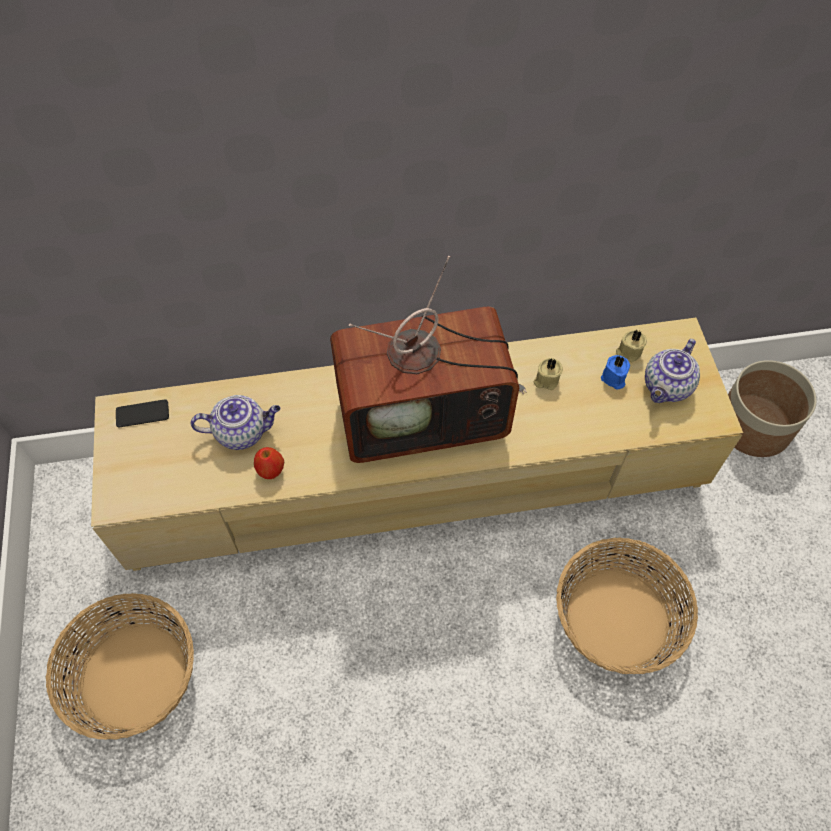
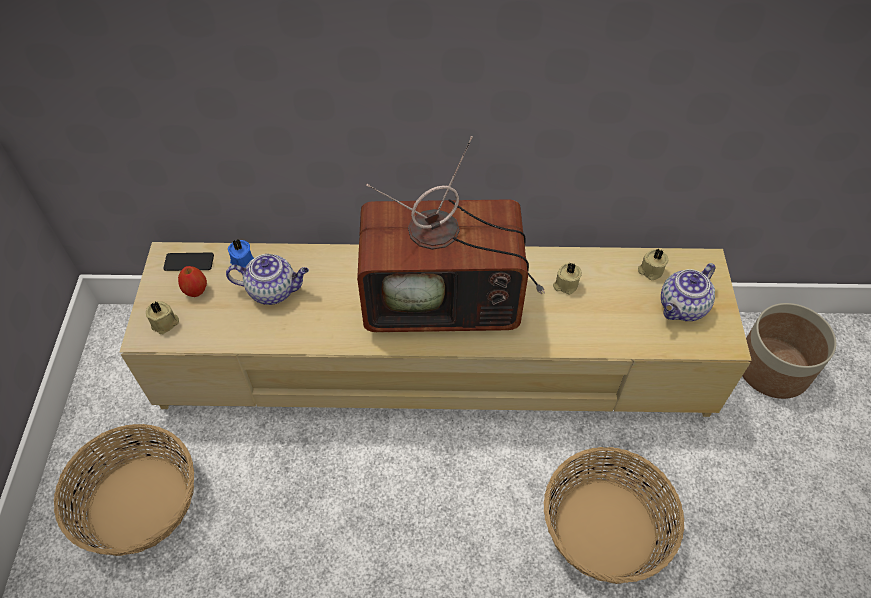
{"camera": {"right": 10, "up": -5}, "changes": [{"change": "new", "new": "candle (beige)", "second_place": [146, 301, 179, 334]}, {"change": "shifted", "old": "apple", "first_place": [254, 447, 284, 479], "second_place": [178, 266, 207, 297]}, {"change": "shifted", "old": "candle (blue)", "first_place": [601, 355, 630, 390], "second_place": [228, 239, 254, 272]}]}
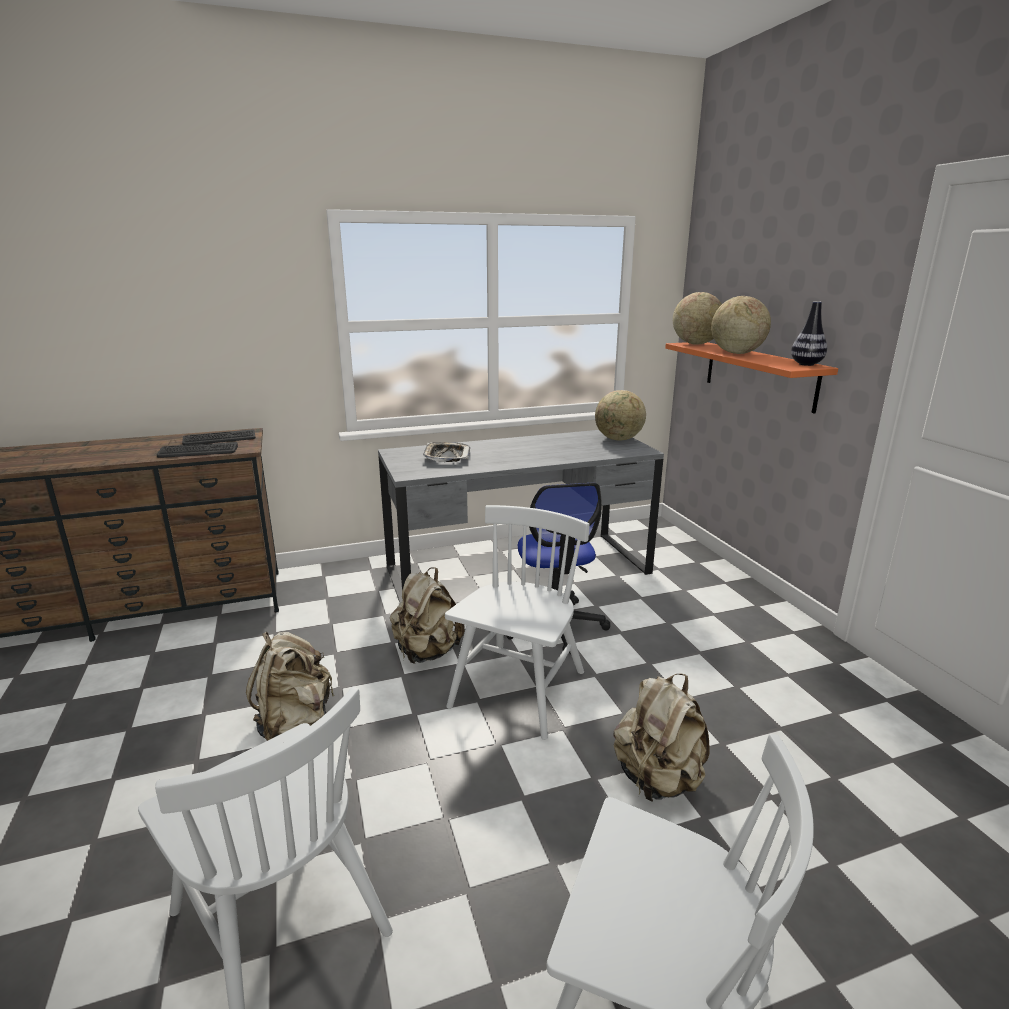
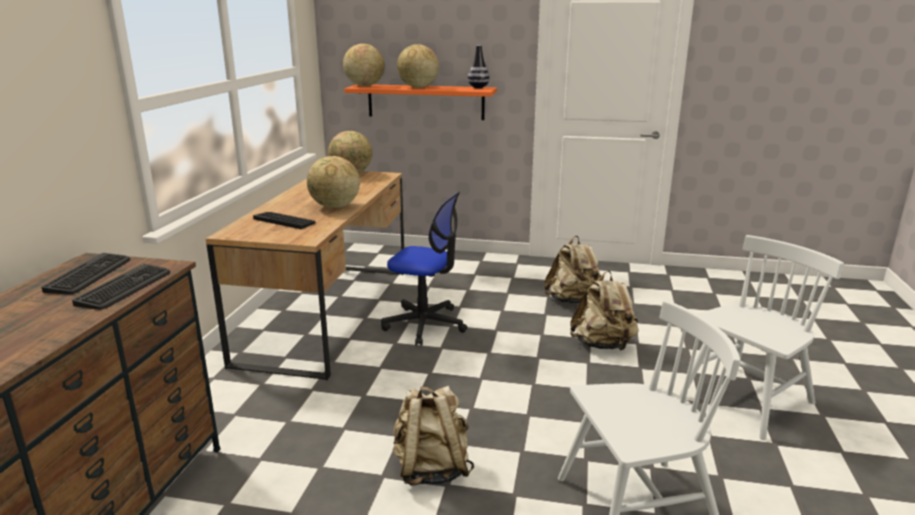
{"camera": {"right": -60, "up": 0}, "changes": [{"change": "repainted", "old": "desk (grey)", "new": "desk (brown)", "first_place": [378, 430, 664, 603], "second_place": [206, 171, 404, 380]}, {"change": "swapped", "old": "tray", "new": "keyboard", "first_place": [423, 442, 470, 462], "second_place": [253, 212, 316, 229]}, {"change": "new", "new": "globe", "second_place": [307, 156, 360, 208]}, {"change": "shifted", "old": "backpack (beige)", "first_place": [390, 567, 465, 664], "second_place": [544, 236, 602, 303]}, {"change": "gone", "old": "chair (white)", "first_place": [445, 505, 590, 740]}]}
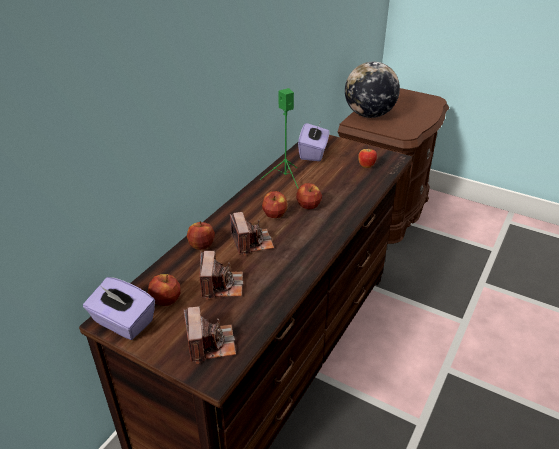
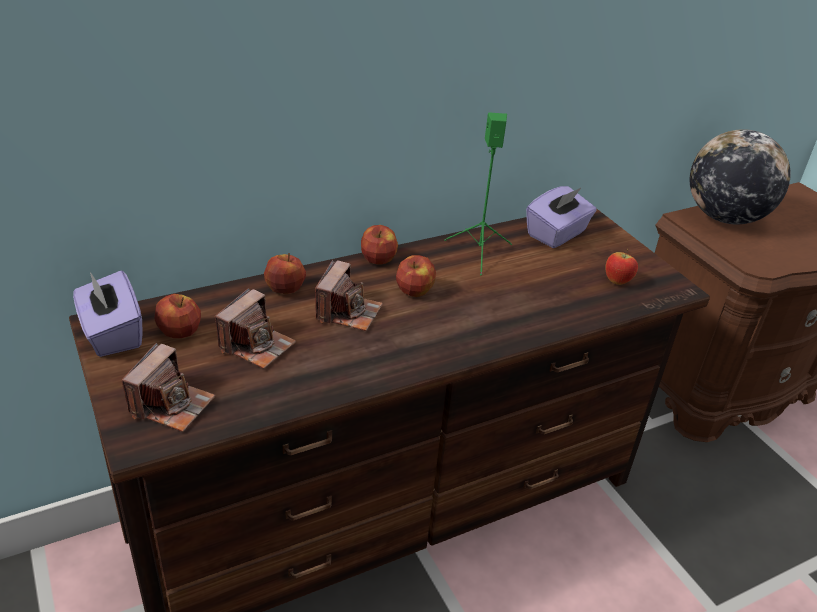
{"camera": {"right": 30, "up": 0}, "changes": [{"change": "shifted", "old": "apple", "first_place": [296, 183, 322, 209], "second_place": [361, 225, 398, 265]}]}
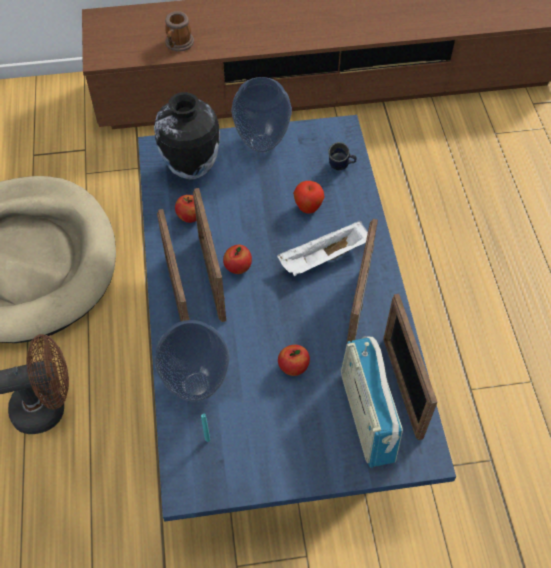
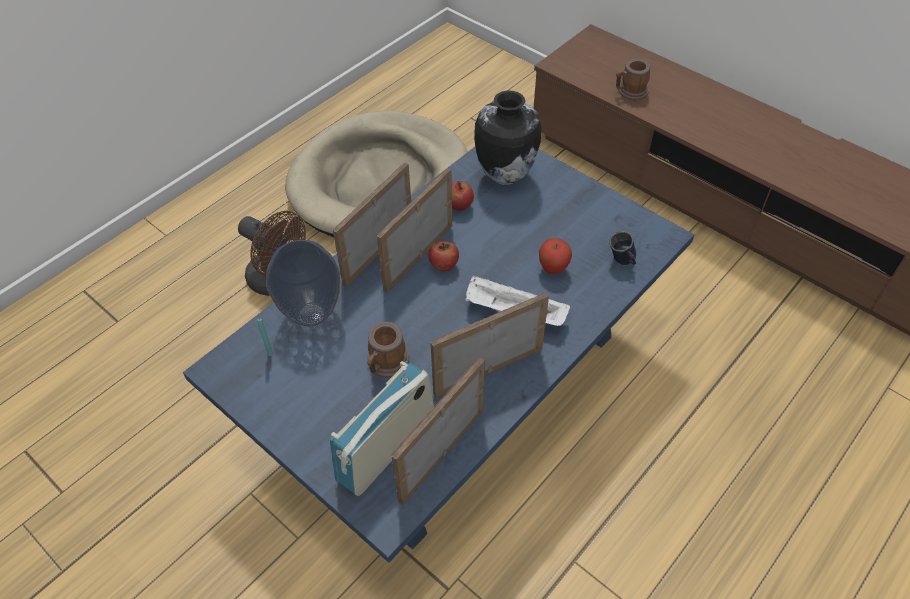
{"camera": {"right": 50, "up": -5}, "changes": [{"change": "swapped", "old": "apple", "new": "mug", "first_place": [278, 345, 310, 376], "second_place": [367, 322, 409, 377]}, {"change": "gone", "old": "vase", "first_place": [231, 77, 292, 152]}]}
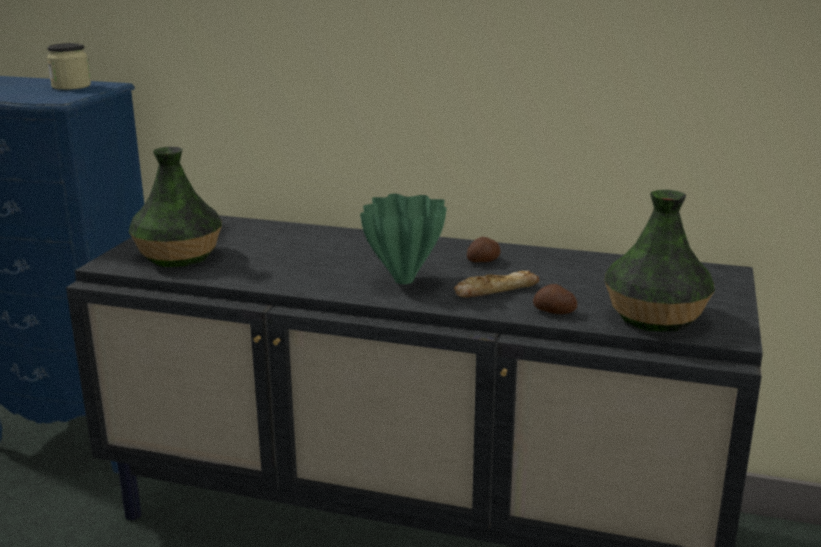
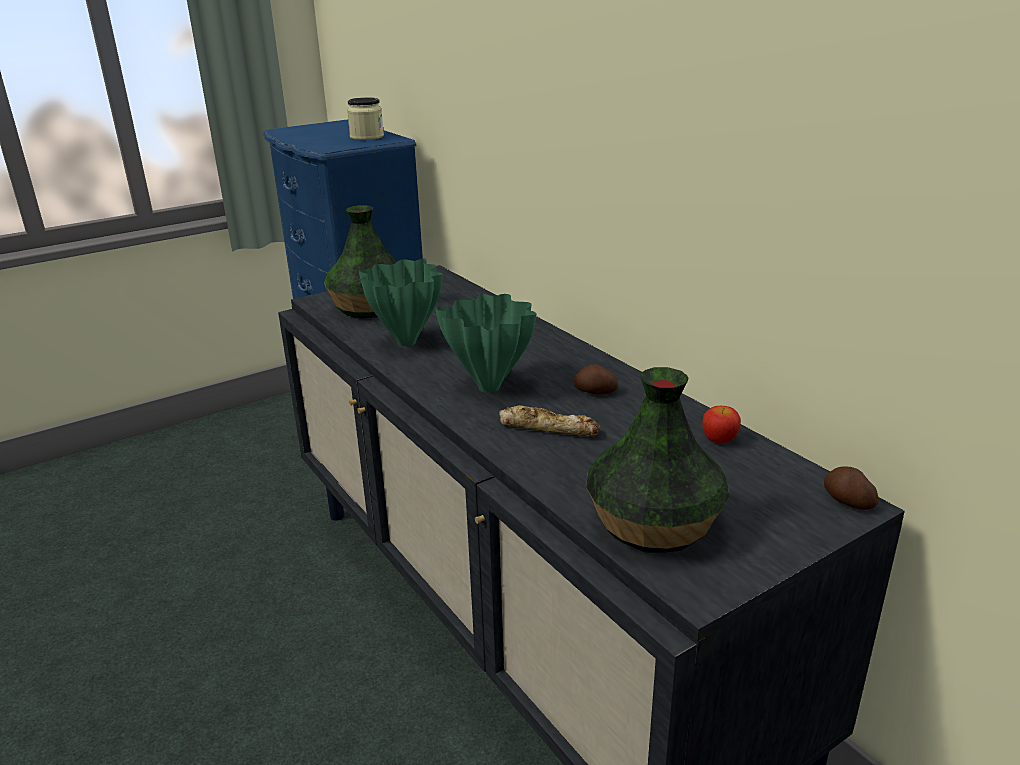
{"camera": {"right": 40, "up": 5}, "changes": [{"change": "new", "new": "vase (green)", "second_place": [359, 259, 443, 346]}, {"change": "new", "new": "apple", "second_place": [702, 406, 741, 444]}, {"change": "shifted", "old": "potato", "first_place": [533, 284, 577, 314], "second_place": [824, 466, 879, 510]}]}
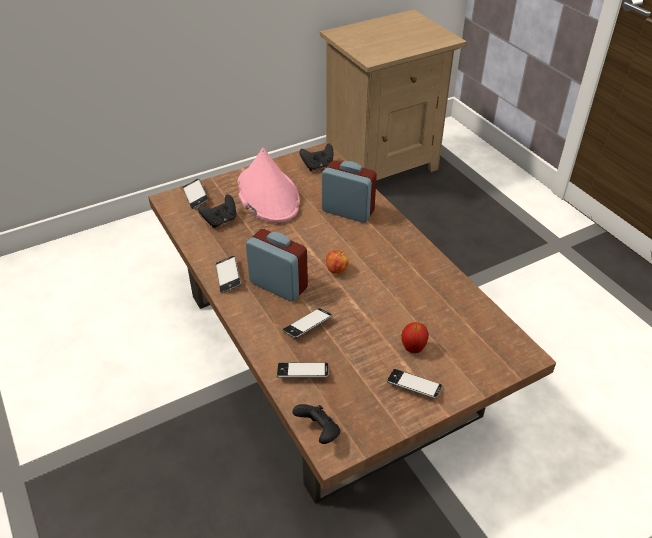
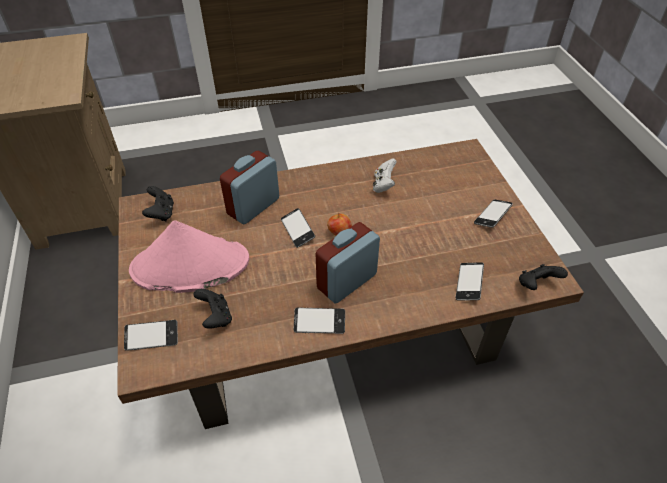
{"camera": {"right": -75, "up": 5}, "changes": [{"change": "shifted", "old": "phone", "first_place": [283, 308, 332, 338], "second_place": [281, 208, 315, 248]}, {"change": "new", "new": "game controller (white)", "second_place": [373, 159, 396, 193]}, {"change": "gone", "old": "apple", "first_place": [401, 322, 429, 353]}]}
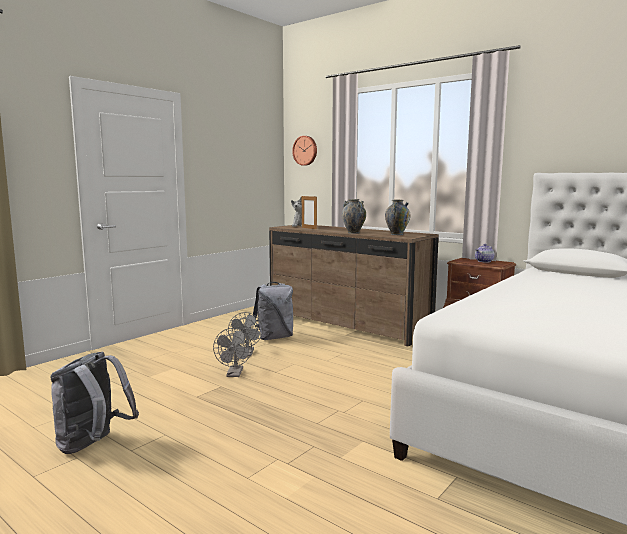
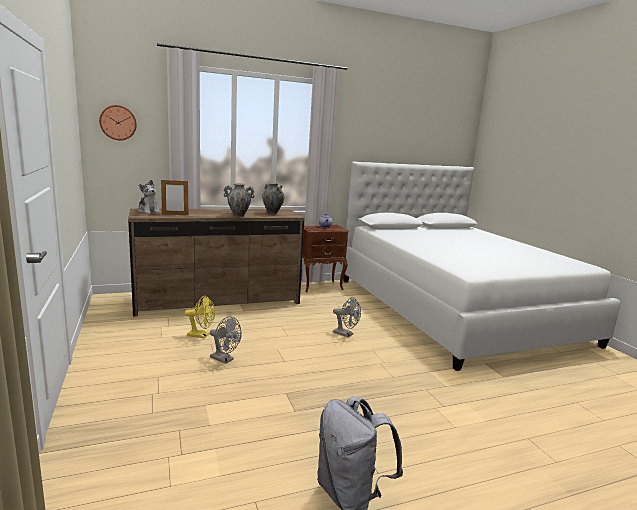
{"camera": {"right": -60, "up": 5}, "changes": [{"change": "swapped", "old": "backpack (grey)", "new": "fan (yellow)", "first_place": [253, 282, 293, 340], "second_place": [184, 296, 215, 338]}, {"change": "shifted", "old": "fan (grey)", "first_place": [213, 328, 252, 377], "second_place": [333, 297, 361, 338]}]}
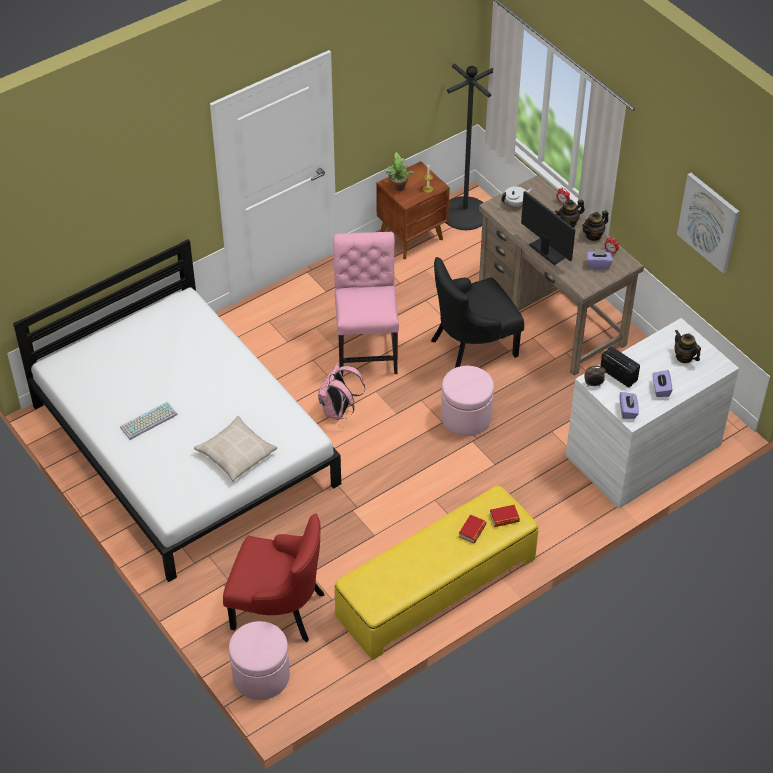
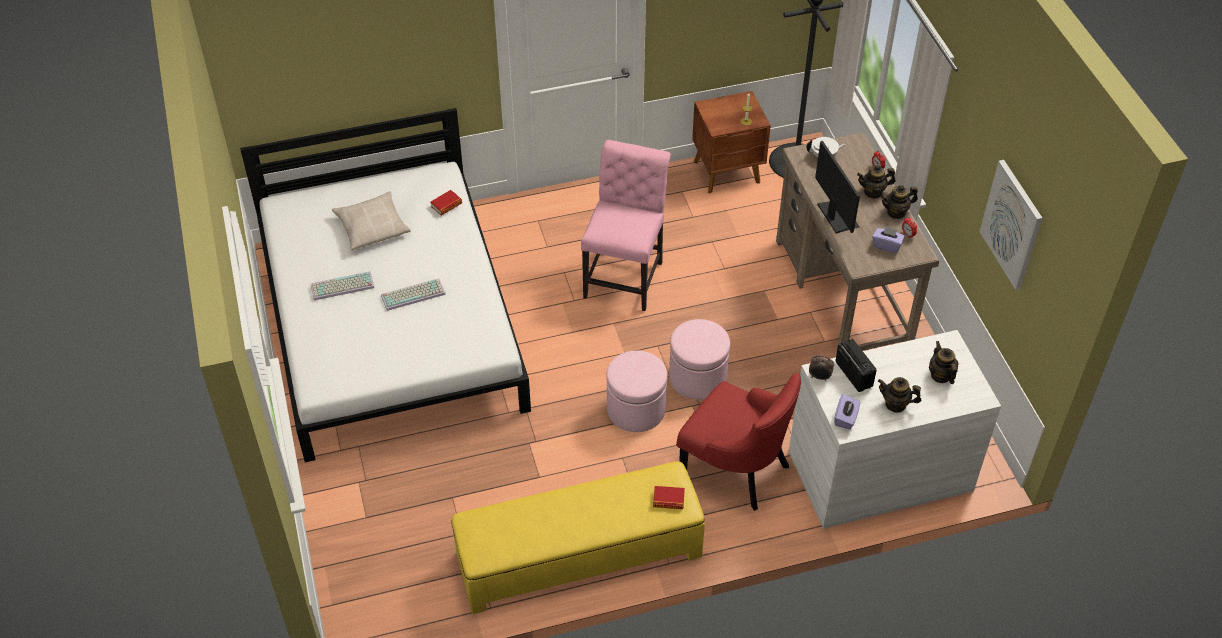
{"camera": {"right": 20, "up": 0}, "changes": [{"change": "shifted", "old": "pillow (beige)", "first_place": [194, 416, 277, 482], "second_place": [332, 191, 411, 251]}, {"change": "new", "new": "keyboard", "second_place": [381, 278, 446, 311]}, {"change": "shifted", "old": "book", "first_place": [459, 515, 486, 543], "second_place": [431, 190, 462, 216]}, {"change": "shifted", "old": "ottoman (pink)", "first_place": [229, 621, 290, 700], "second_place": [606, 350, 667, 432]}, {"change": "shifted", "old": "chair (red)", "first_place": [223, 513, 325, 642], "second_place": [676, 373, 801, 511]}, {"change": "swapped", "old": "tissue box (purple)", "new": "teapot", "first_place": [652, 370, 672, 397], "second_place": [878, 377, 921, 413]}, {"change": "gone", "old": "backpack (pink)", "first_place": [318, 363, 365, 420]}, {"change": "gone", "old": "potted plant", "first_place": [385, 152, 416, 191]}, {"change": "gone", "old": "chair (black)", "first_place": [431, 257, 524, 368]}]}
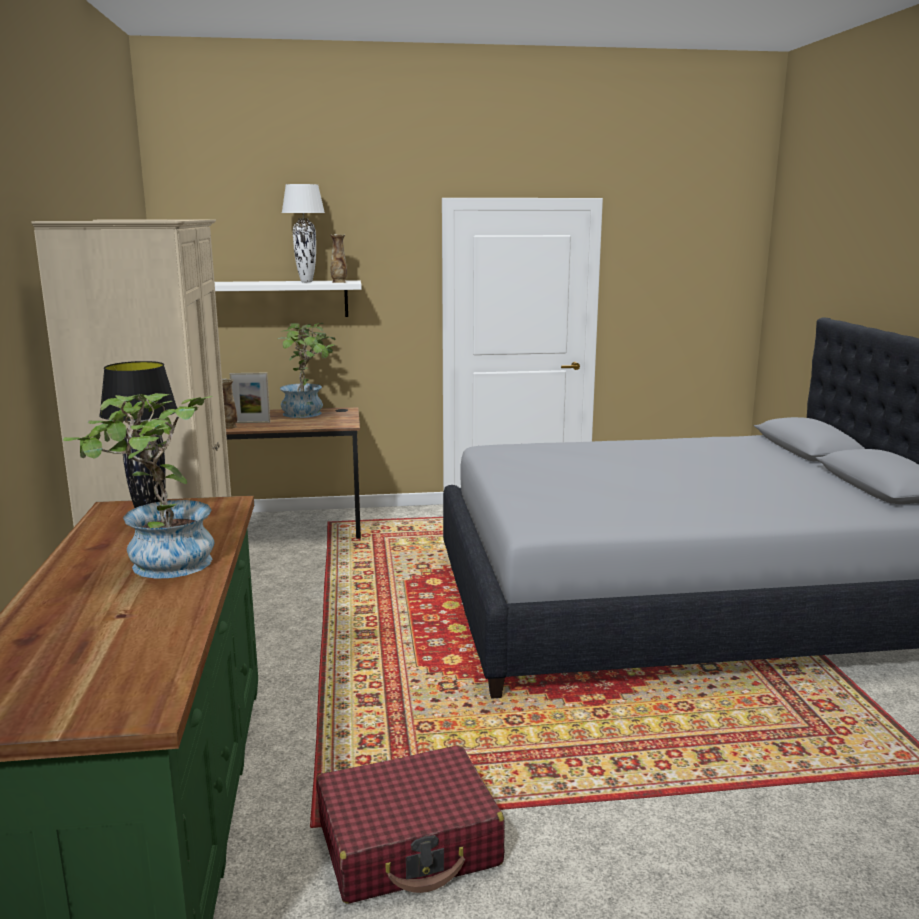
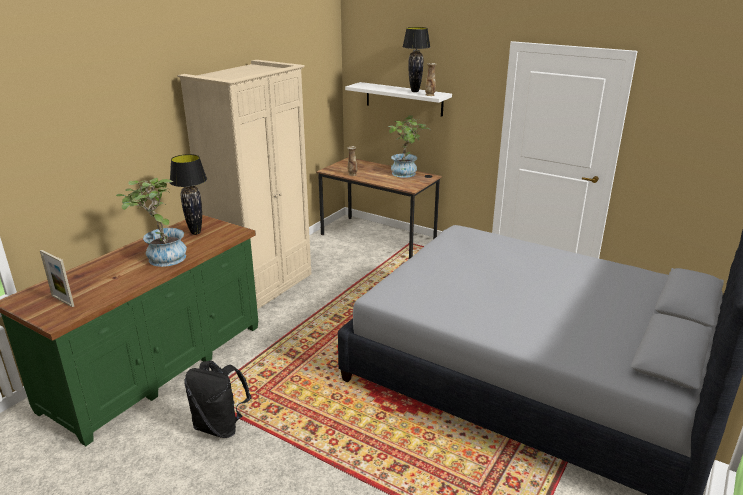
{"camera": {"right": 40, "up": 10}, "changes": [{"change": "shifted", "old": "picture frame", "first_place": [230, 373, 270, 423], "second_place": [40, 250, 74, 307]}, {"change": "swapped", "old": "suitcase (red)", "new": "backpack (black)", "first_place": [316, 745, 505, 904], "second_place": [184, 360, 251, 438]}, {"change": "repainted", "old": "table lamp (white)", "new": "table lamp (black)", "first_place": [282, 184, 325, 282], "second_place": [403, 27, 430, 92]}]}
